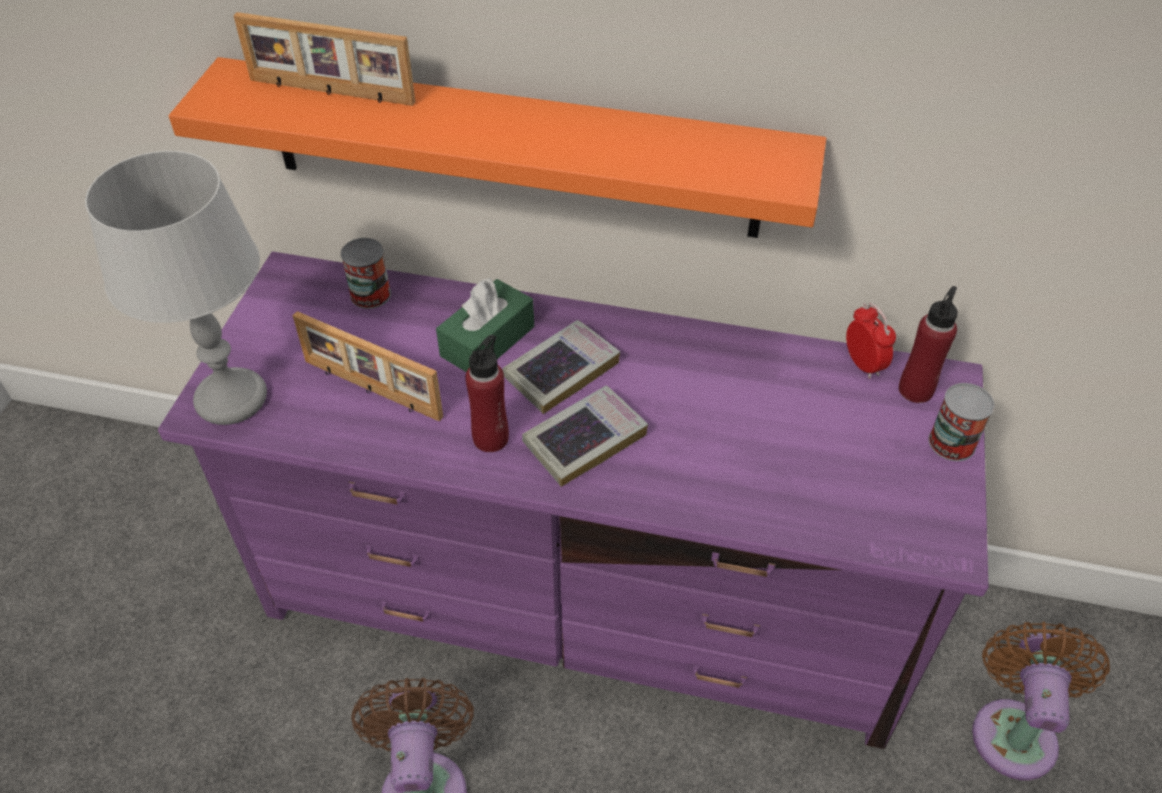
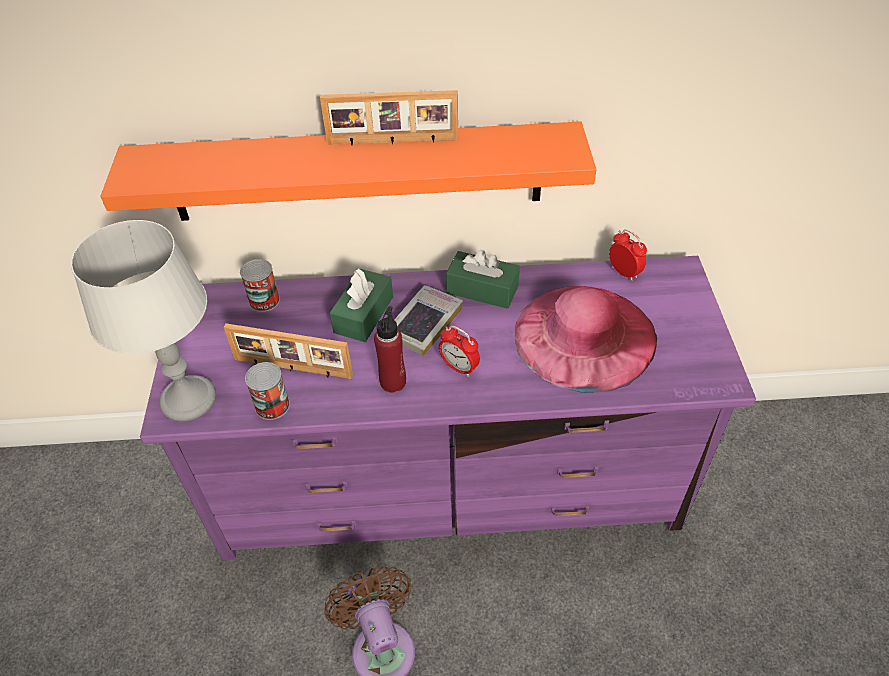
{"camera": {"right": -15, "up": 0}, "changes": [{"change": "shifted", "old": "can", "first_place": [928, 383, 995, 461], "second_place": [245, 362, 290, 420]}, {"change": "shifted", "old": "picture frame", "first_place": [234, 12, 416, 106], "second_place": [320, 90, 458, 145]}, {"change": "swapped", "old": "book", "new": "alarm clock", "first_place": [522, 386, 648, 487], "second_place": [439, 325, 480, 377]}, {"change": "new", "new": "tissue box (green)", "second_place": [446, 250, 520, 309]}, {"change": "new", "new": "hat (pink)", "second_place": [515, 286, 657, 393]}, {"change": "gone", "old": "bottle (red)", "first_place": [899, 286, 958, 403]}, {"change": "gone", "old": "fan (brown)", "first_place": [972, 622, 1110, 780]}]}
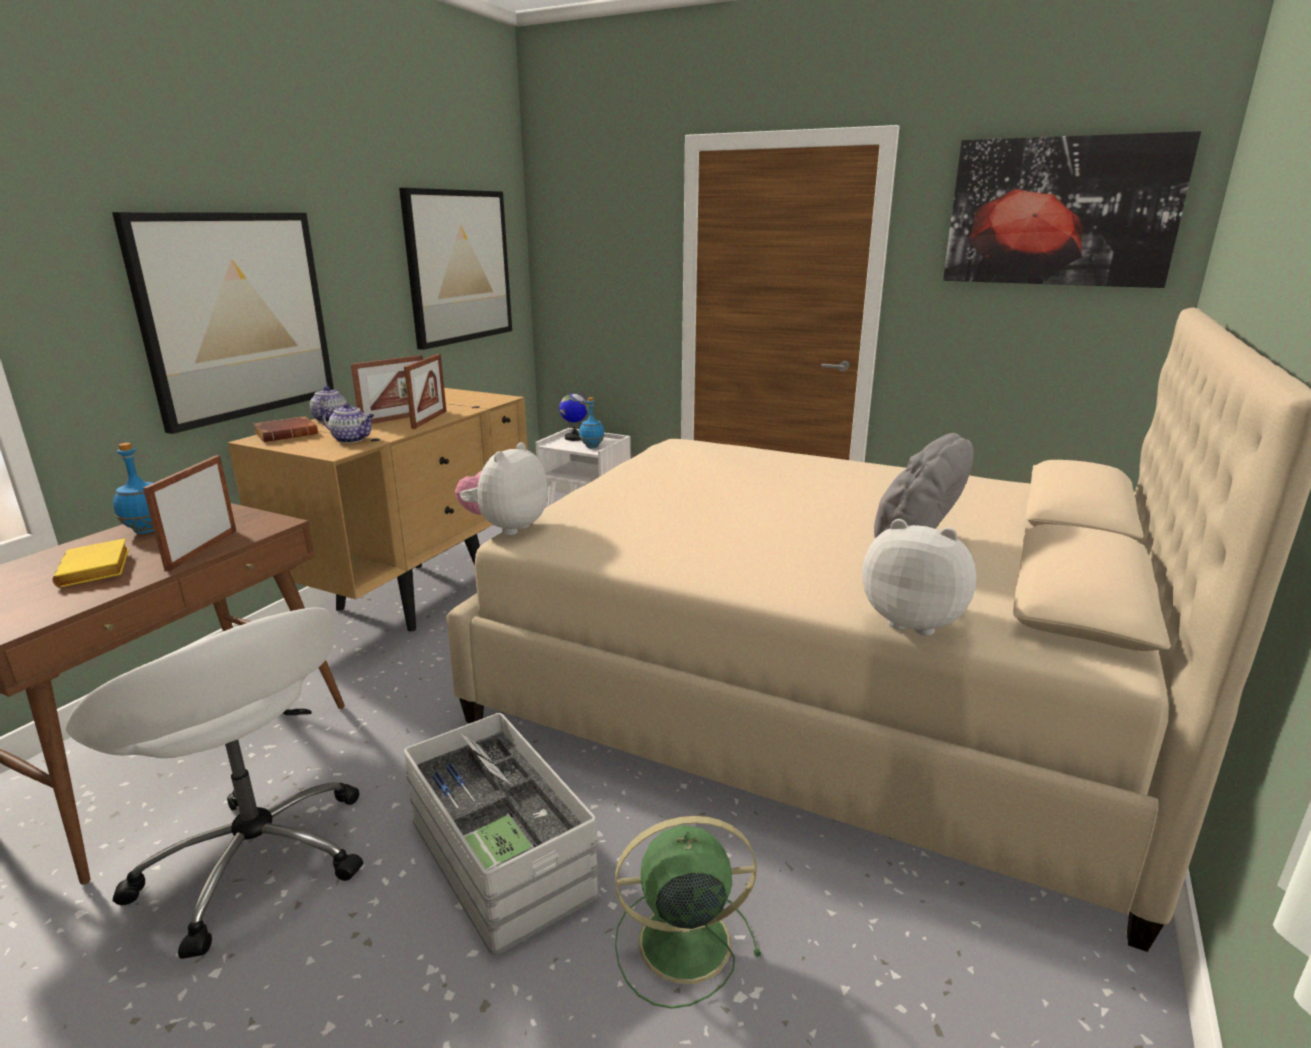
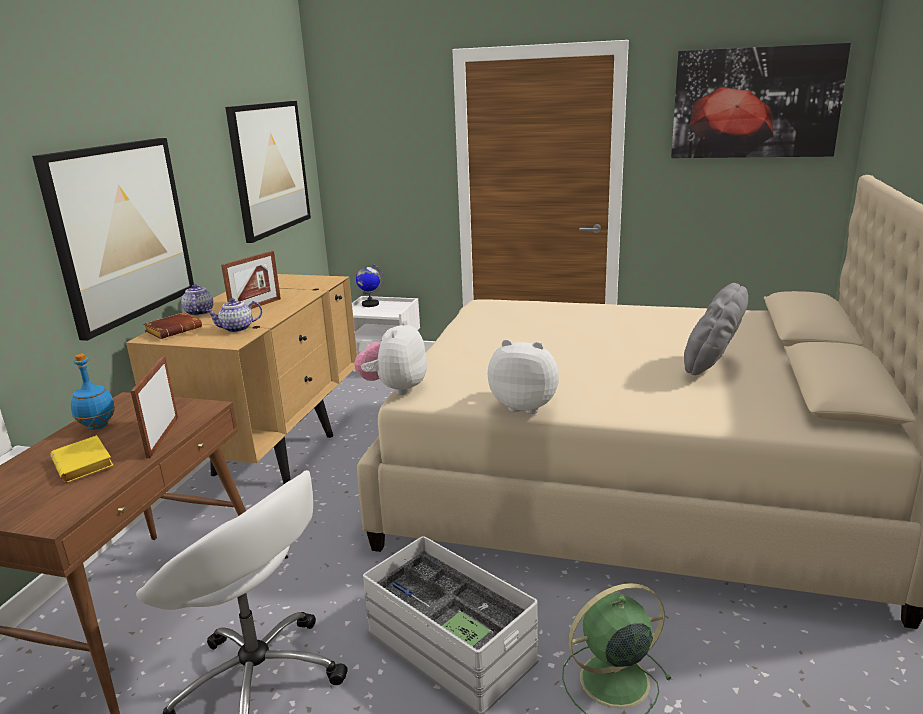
{"camera": {"right": -10, "up": 0}, "changes": [{"change": "rotated", "old": "teapot", "first_place": [322, 403, 374, 443], "second_place": [206, 298, 262, 332], "degrees": 150}, {"change": "shifted", "old": "plush toy", "first_place": [862, 519, 976, 636], "second_place": [487, 339, 559, 414]}, {"change": "gone", "old": "picture frame", "first_place": [404, 354, 447, 429]}, {"change": "gone", "old": "bottle (blue)", "first_place": [579, 397, 604, 448]}]}
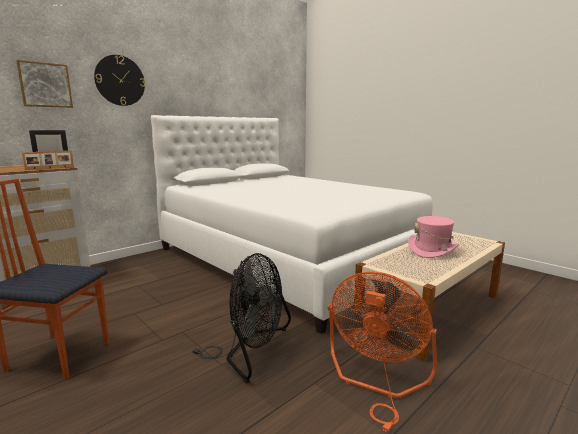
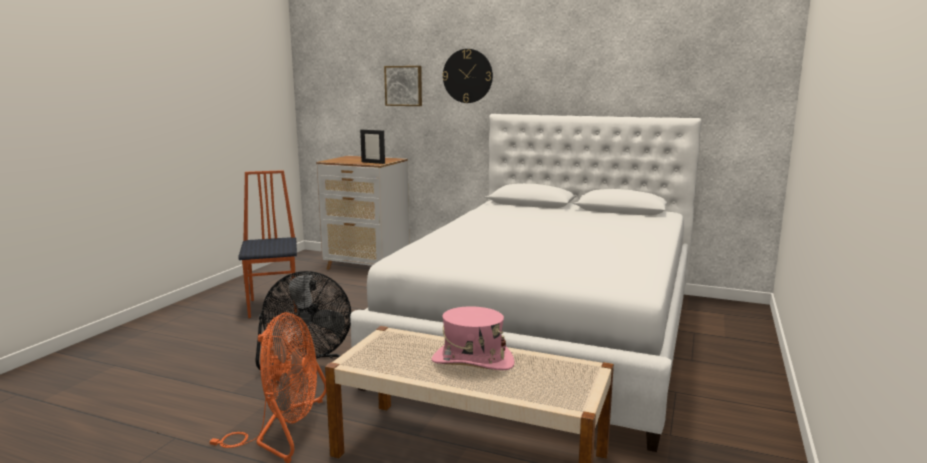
{"camera": {"right": 65, "up": 0}, "changes": [{"change": "gone", "old": "picture frame", "first_place": [22, 151, 74, 170]}]}
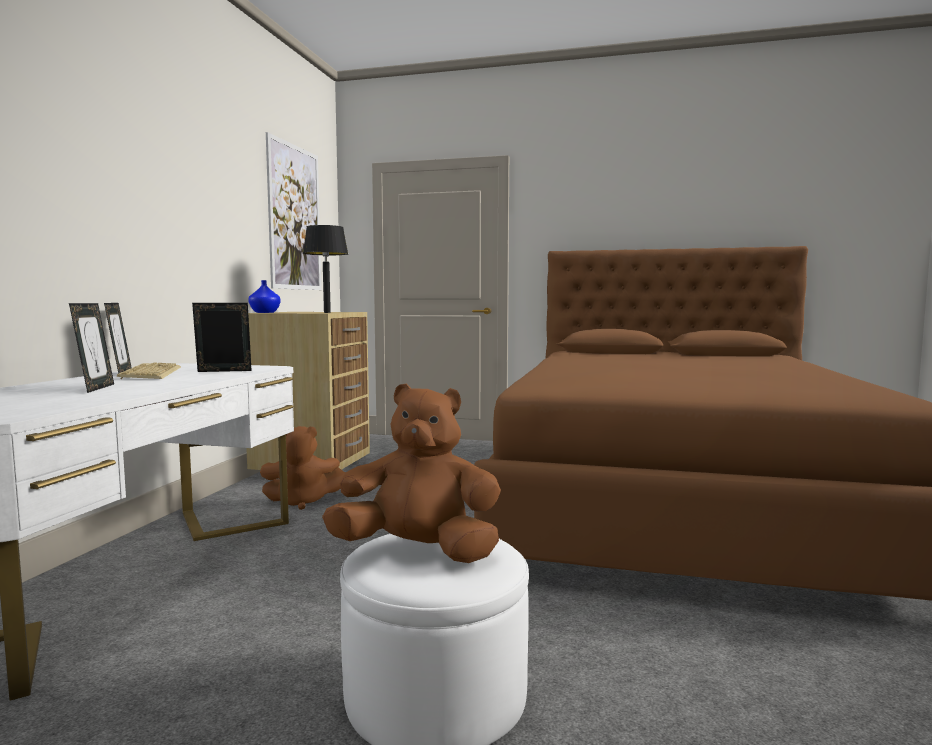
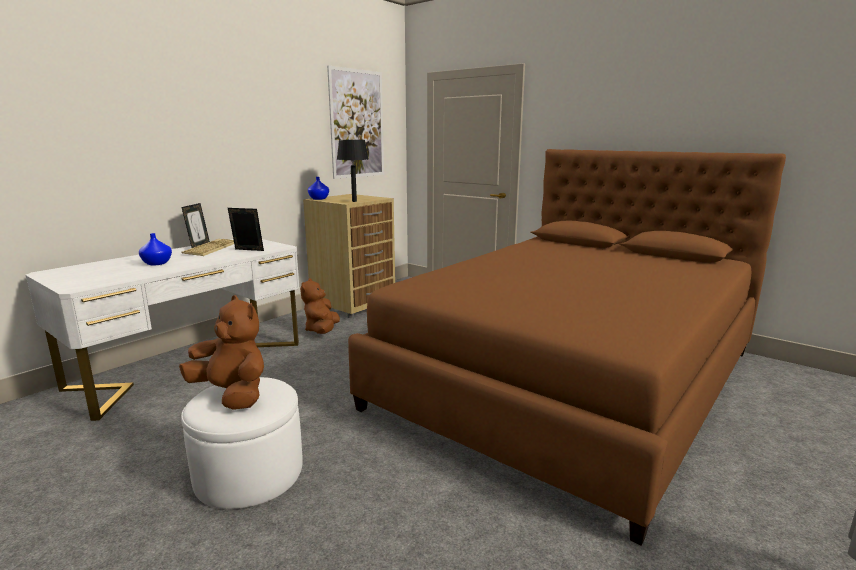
{"camera": {"right": 25, "up": 10}, "changes": [{"change": "swapped", "old": "picture frame", "new": "vase (blue)", "first_place": [69, 303, 114, 393], "second_place": [139, 233, 172, 265]}, {"change": "rotated", "old": "plush toy (brown)", "first_place": [260, 426, 345, 510], "second_place": [300, 278, 340, 334], "degrees": 75}]}
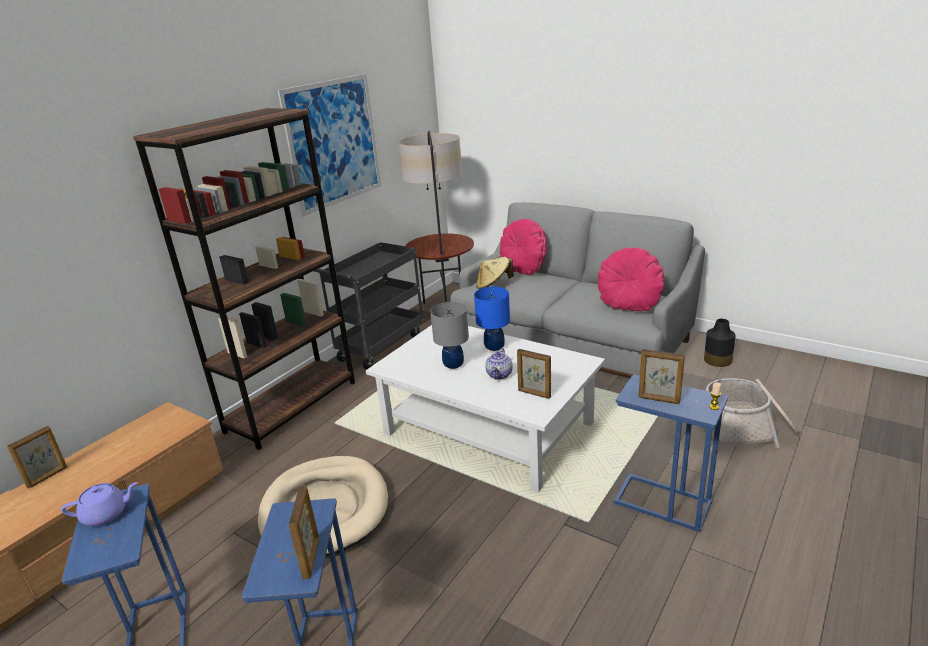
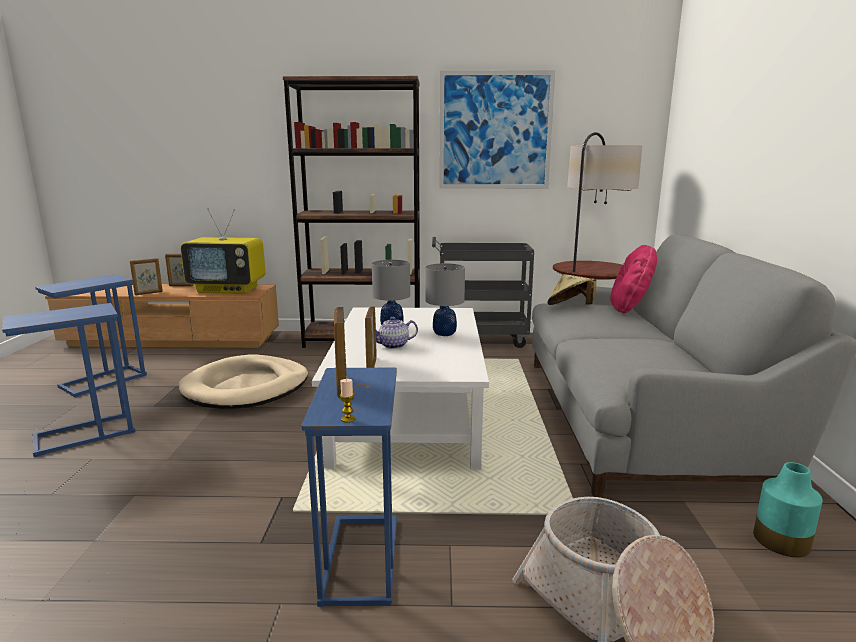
{"camera": {"right": 55, "up": -10}, "changes": [{"change": "shifted", "old": "picture frame", "first_place": [289, 485, 319, 580], "second_place": [130, 258, 163, 295]}, {"change": "new", "new": "television", "second_place": [180, 209, 265, 294]}, {"change": "repainted", "old": "table lamp (blue)", "new": "table lamp (grey)", "first_place": [474, 287, 510, 351], "second_place": [425, 263, 465, 336]}, {"change": "repainted", "old": "vase (black)", "new": "vase (turquoise)", "first_place": [704, 319, 736, 367], "second_place": [753, 462, 823, 557]}, {"change": "gone", "old": "teapot (purple)", "first_place": [61, 482, 138, 526]}, {"change": "gone", "old": "pillow (pink)", "first_place": [598, 248, 664, 311]}]}
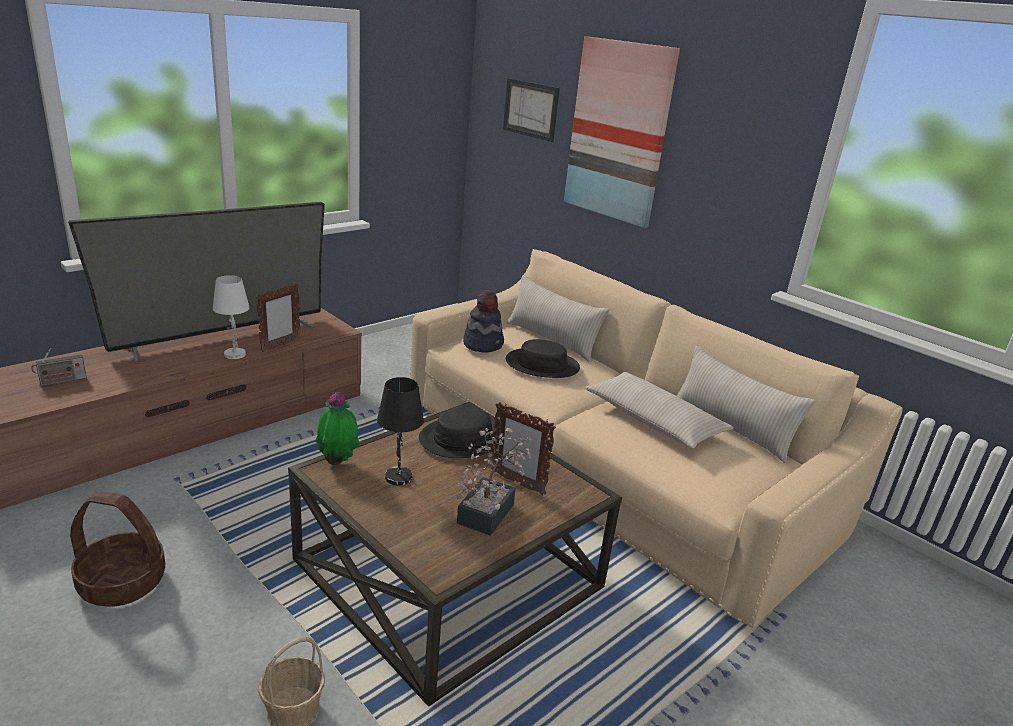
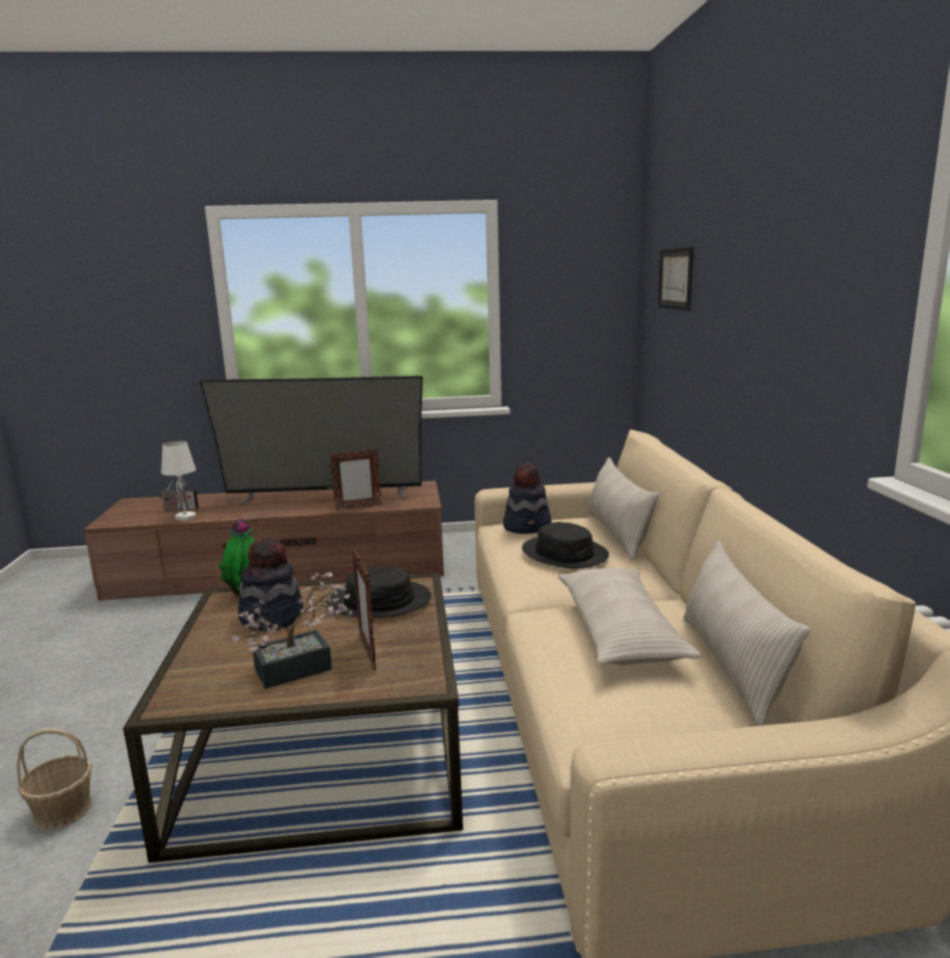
{"camera": {"right": 40, "up": -10}, "changes": [{"change": "shifted", "old": "table lamp (white)", "first_place": [213, 275, 250, 359], "second_place": [161, 441, 196, 520]}, {"change": "swapped", "old": "table lamp (black)", "new": "hat", "first_place": [377, 377, 424, 485], "second_place": [238, 537, 303, 631]}, {"change": "gone", "old": "basket", "first_place": [70, 491, 165, 607]}, {"change": "gone", "old": "picture", "first_place": [564, 36, 680, 228]}]}
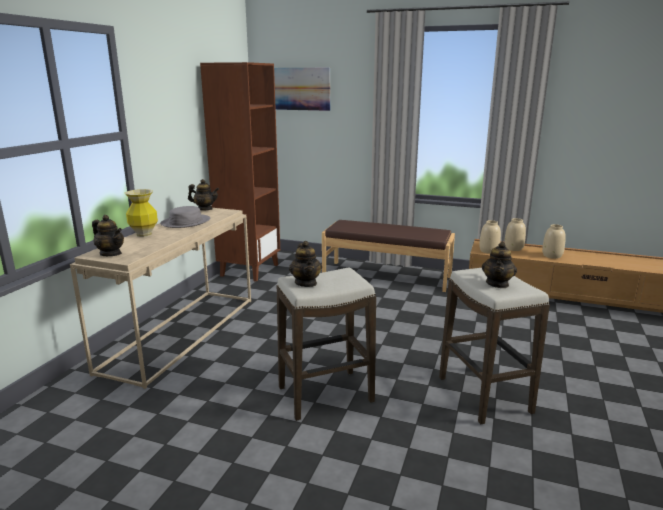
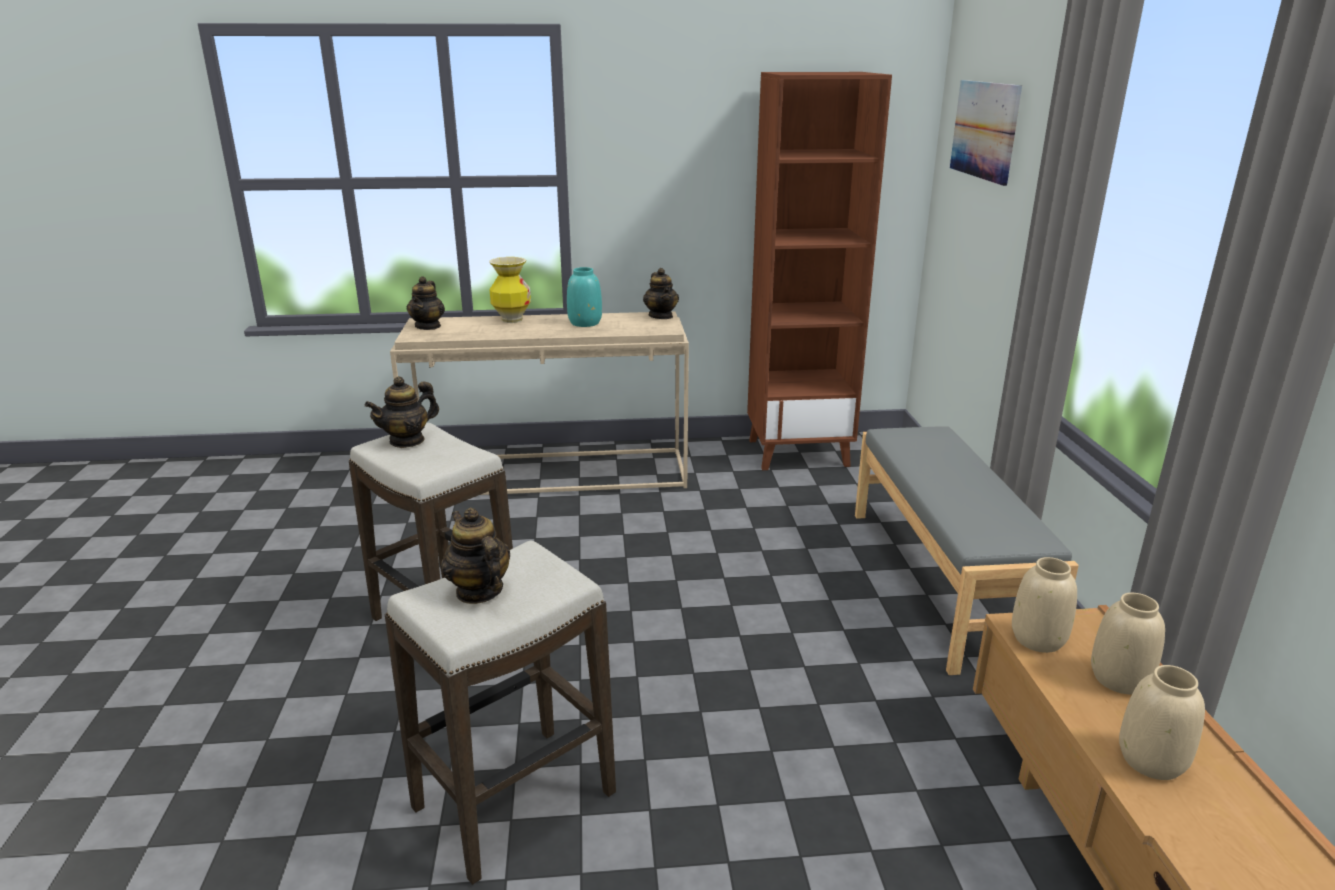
{"camera": {"right": 65, "up": 5}, "changes": [{"change": "rotated", "old": "teapot", "first_place": [482, 242, 517, 288], "second_place": [441, 508, 510, 604], "degrees": 60}, {"change": "swapped", "old": "hat (grey)", "new": "vase (turquoise)", "first_place": [160, 206, 210, 228], "second_place": [567, 267, 602, 327]}, {"change": "repainted", "old": "bench (brown)", "new": "bench (grey)", "first_place": [322, 220, 455, 292], "second_place": [855, 426, 1079, 675]}]}
